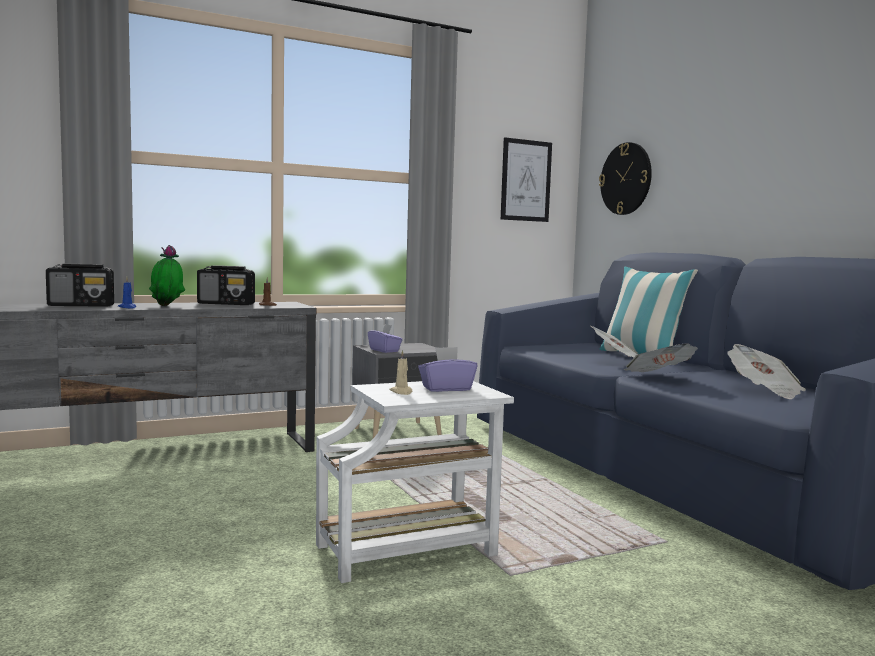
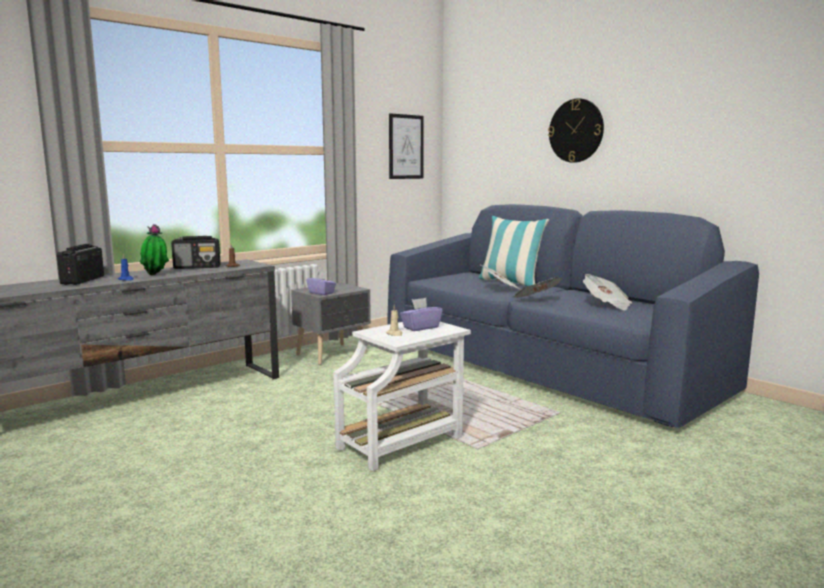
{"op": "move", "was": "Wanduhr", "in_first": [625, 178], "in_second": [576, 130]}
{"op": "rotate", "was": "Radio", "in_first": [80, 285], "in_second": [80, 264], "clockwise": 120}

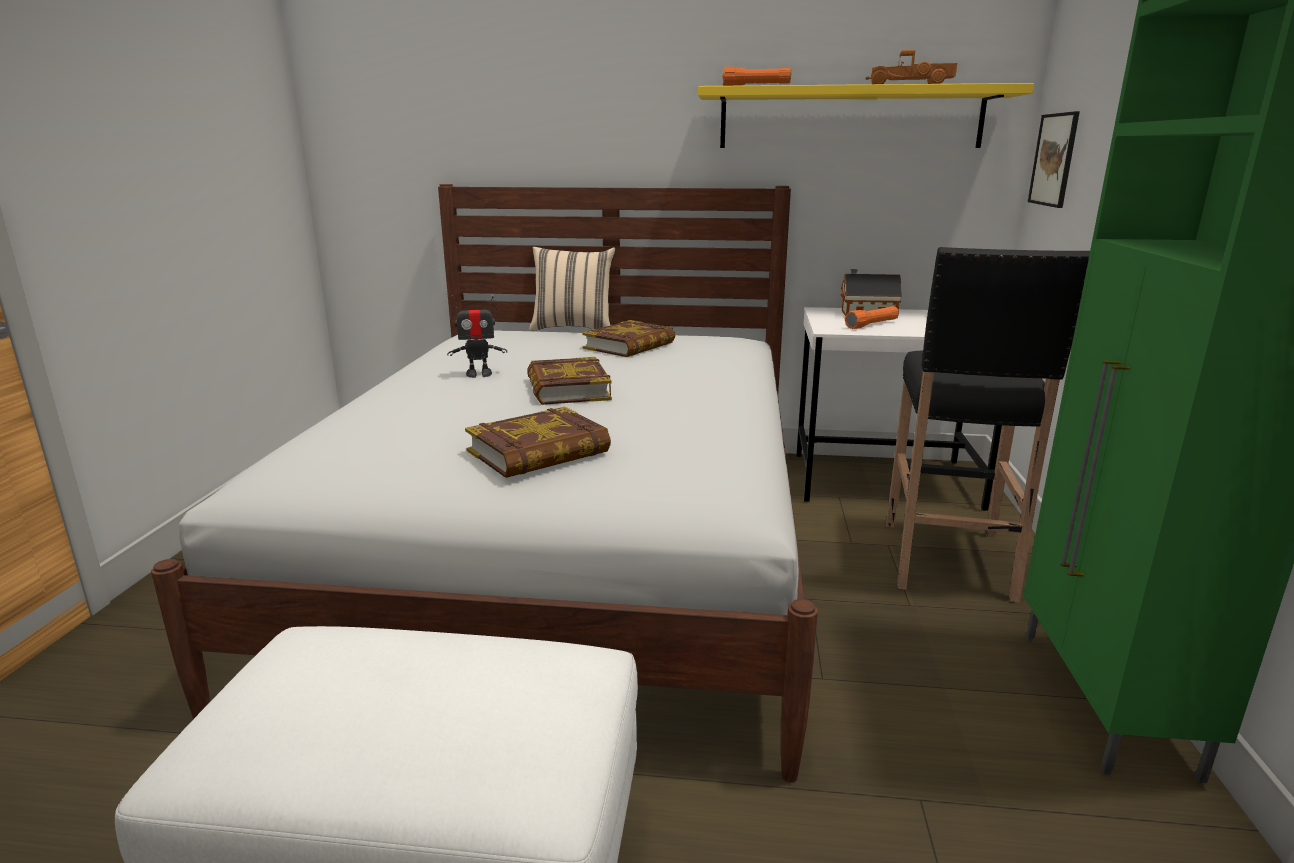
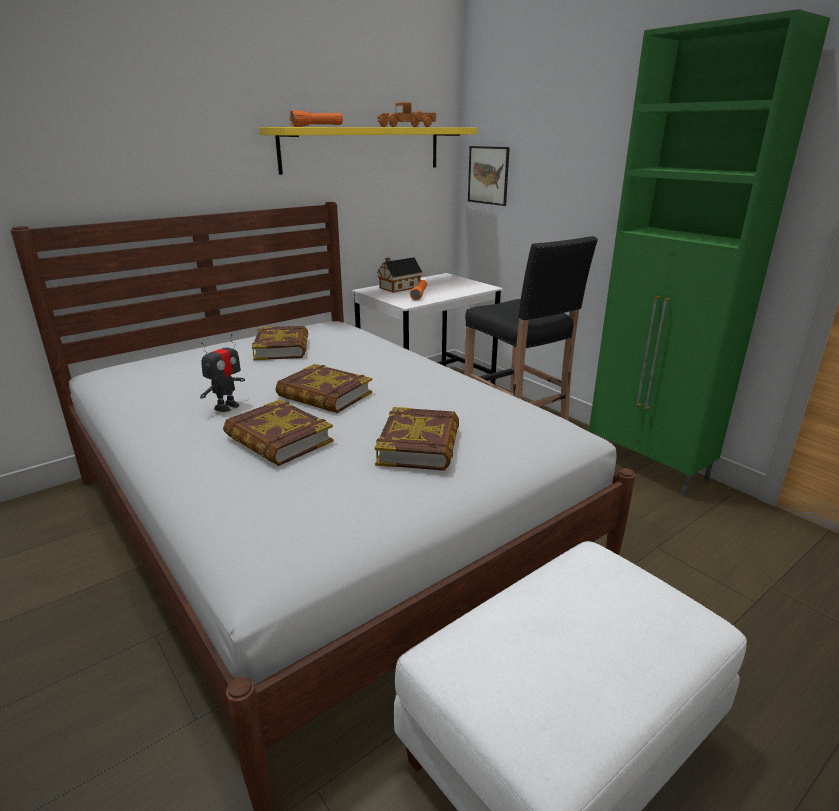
{"op": "delete", "was": "Kissen (beige)", "in_first": [572, 289]}
{"op": "insert", "now": "Buch", "in_second": [278, 432]}

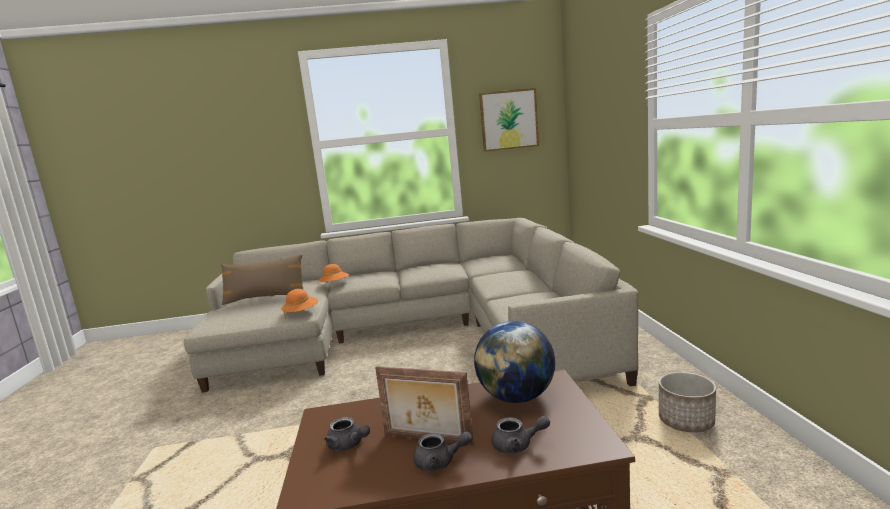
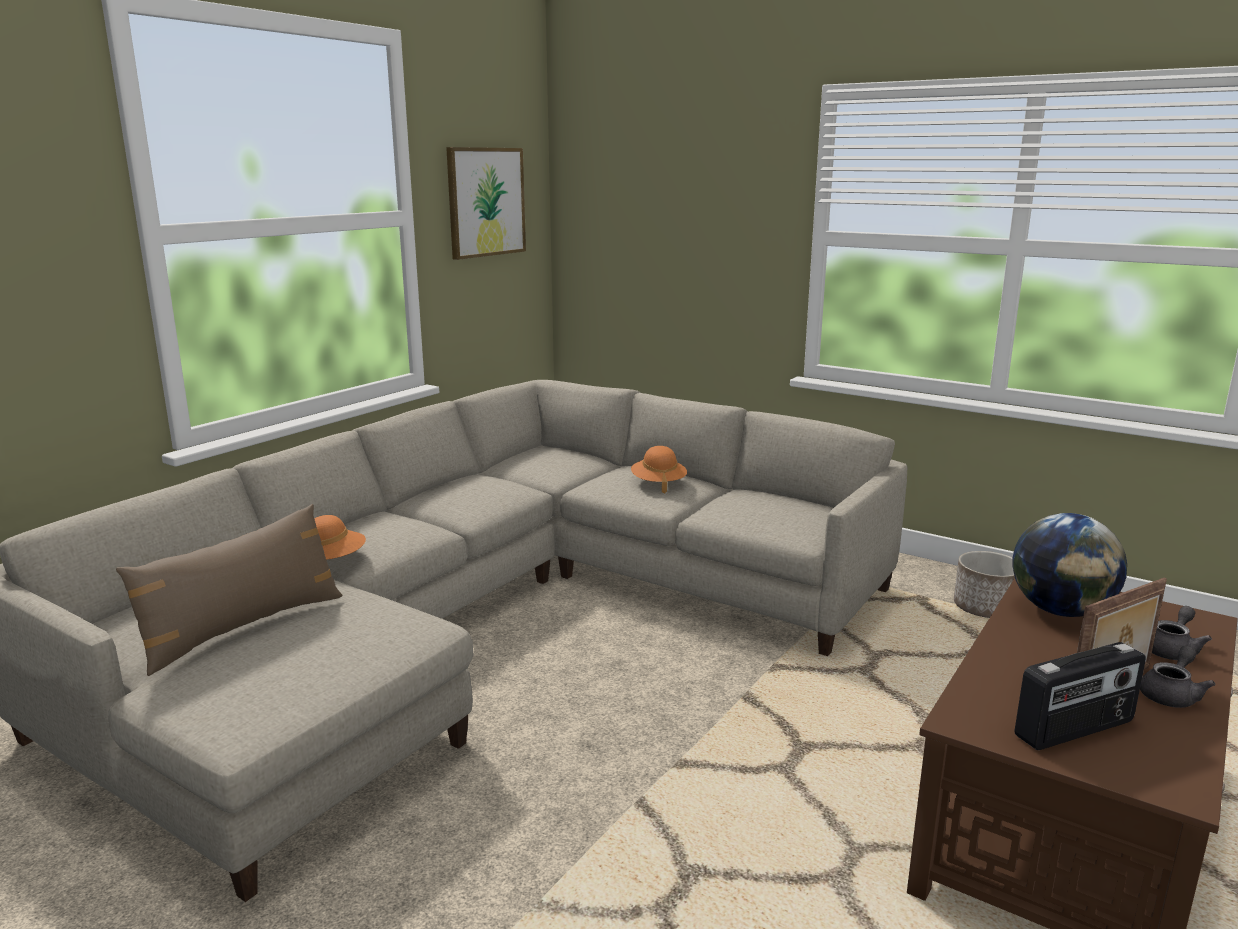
{"op": "move", "was": "Hut (orange)", "in_first": [299, 304], "in_second": [659, 469]}
{"op": "replace", "was": "Teekanne (grau)", "now": "Radio", "in_first": [347, 434], "in_second": [1080, 696]}

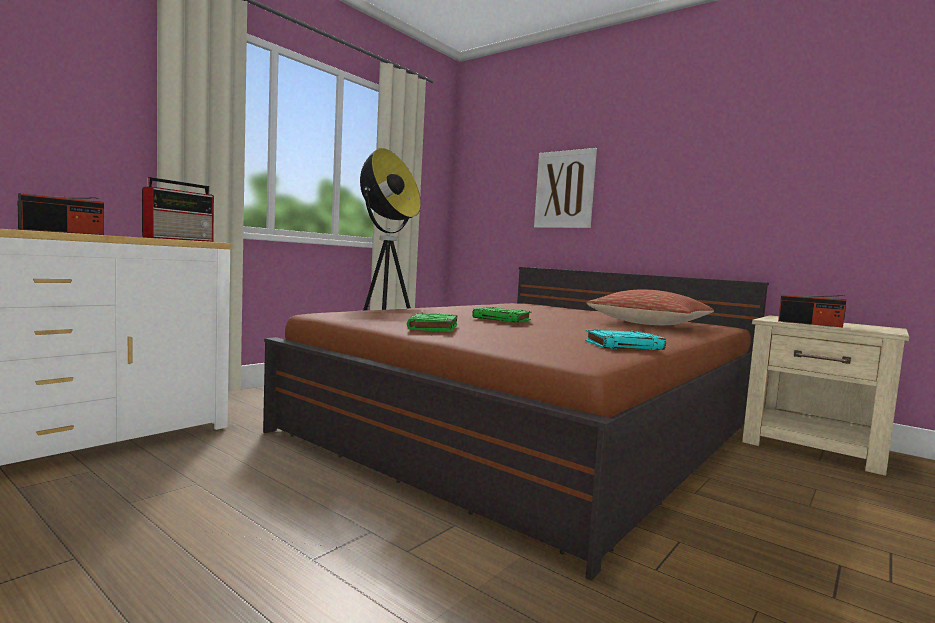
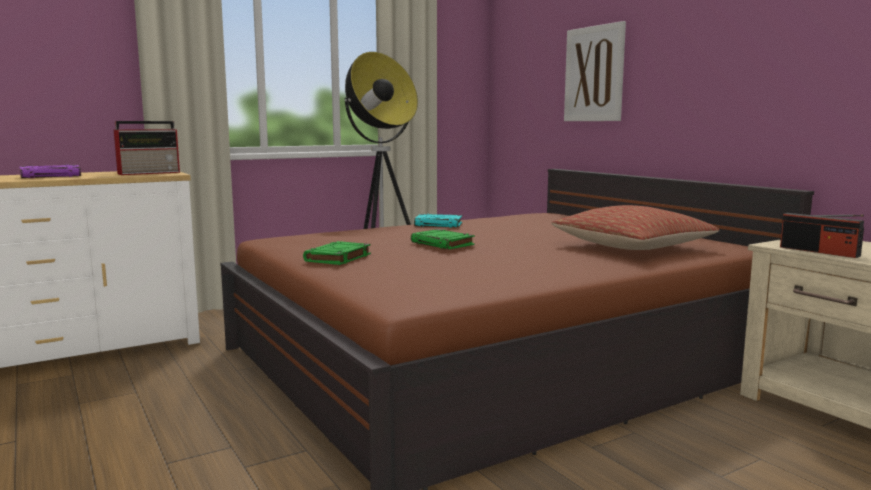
{"op": "move", "was": "Buch (türkis)", "in_first": [625, 339], "in_second": [438, 220]}
{"op": "replace", "was": "Radio", "now": "Buch (lila)", "in_first": [61, 214], "in_second": [50, 171]}

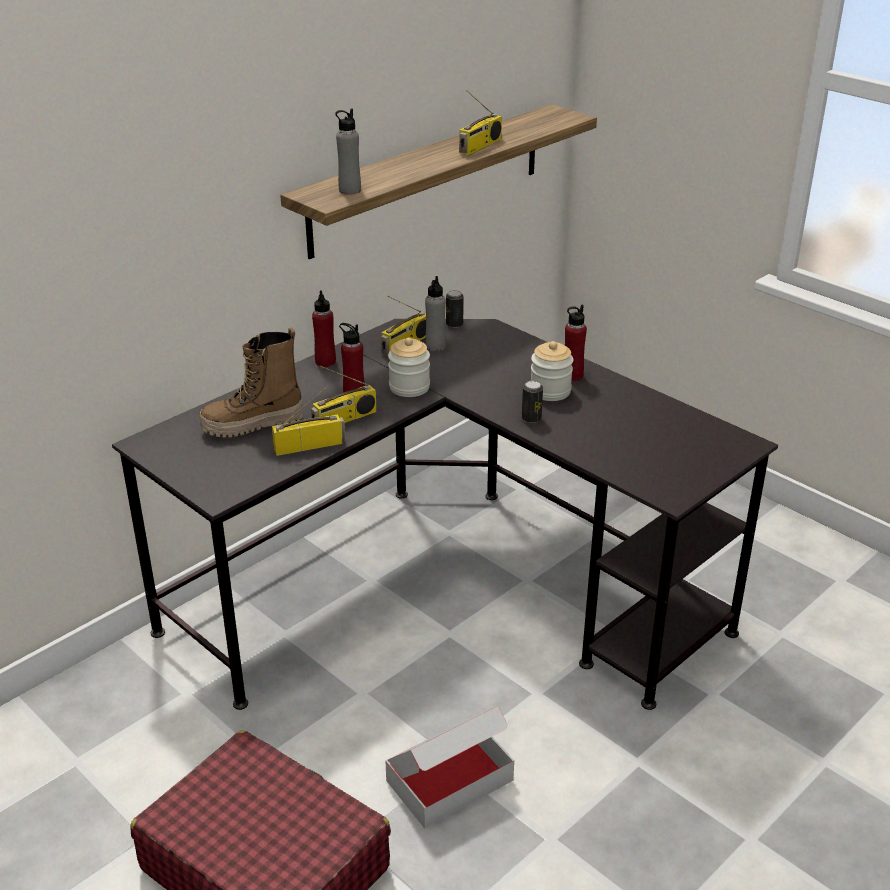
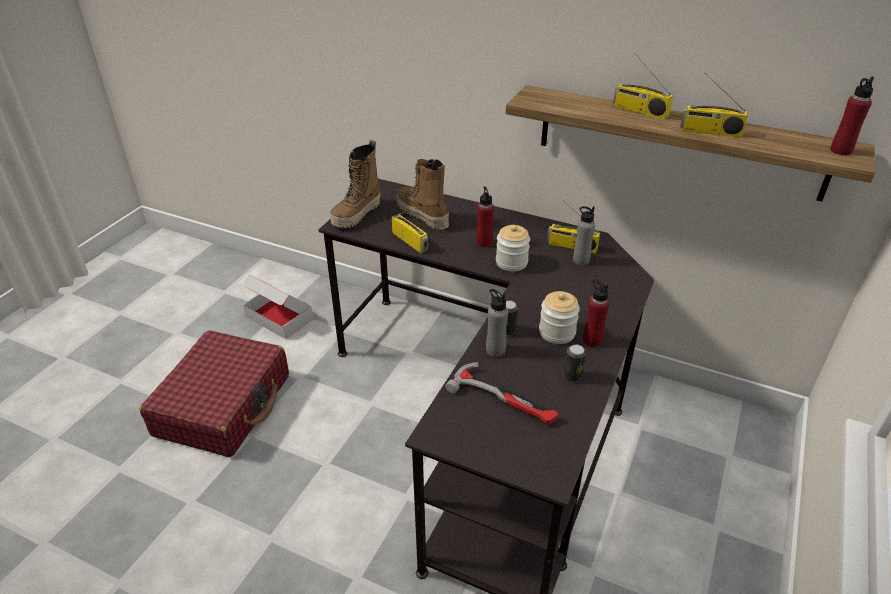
{"op": "insert", "now": "Stiefel", "in_second": [355, 184]}
{"op": "insert", "now": "Hammer", "in_second": [502, 393]}
{"op": "move", "was": "Radio", "in_first": [344, 394], "in_second": [643, 86]}
{"op": "move", "was": "Flasche (rot)", "in_first": [324, 328], "in_second": [852, 115]}
{"op": "move", "was": "Flasche (grau)", "in_first": [348, 151], "in_second": [497, 323]}
{"op": "move", "was": "Karton", "in_first": [450, 767], "in_second": [278, 306]}
{"op": "move", "was": "Dose", "in_first": [455, 309], "in_second": [575, 363]}

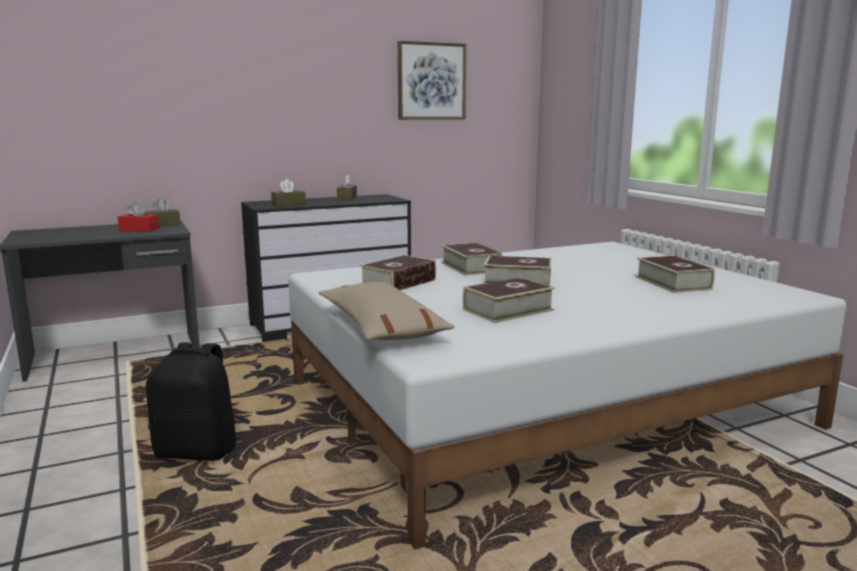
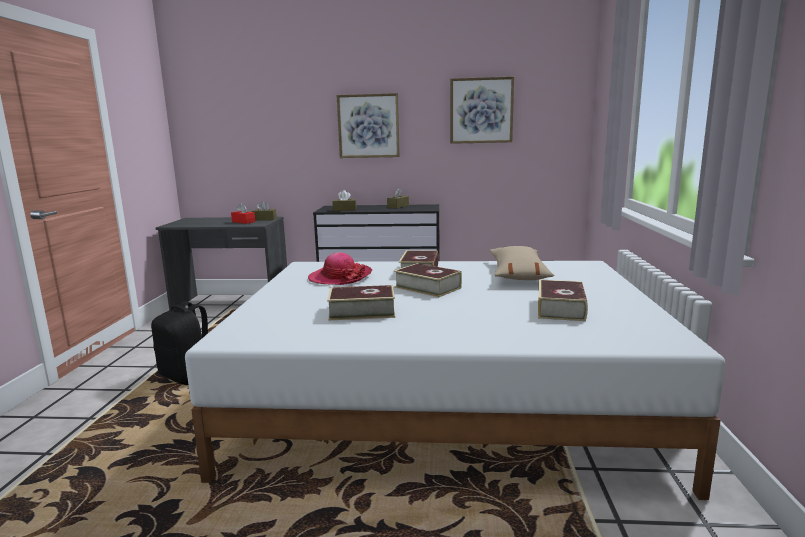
{"op": "insert", "now": "Bild", "in_second": [368, 125]}
{"op": "move", "was": "Kissen (beige)", "in_first": [387, 311], "in_second": [522, 263]}
{"op": "replace", "was": "Buch", "now": "Hut", "in_first": [397, 272], "in_second": [340, 268]}

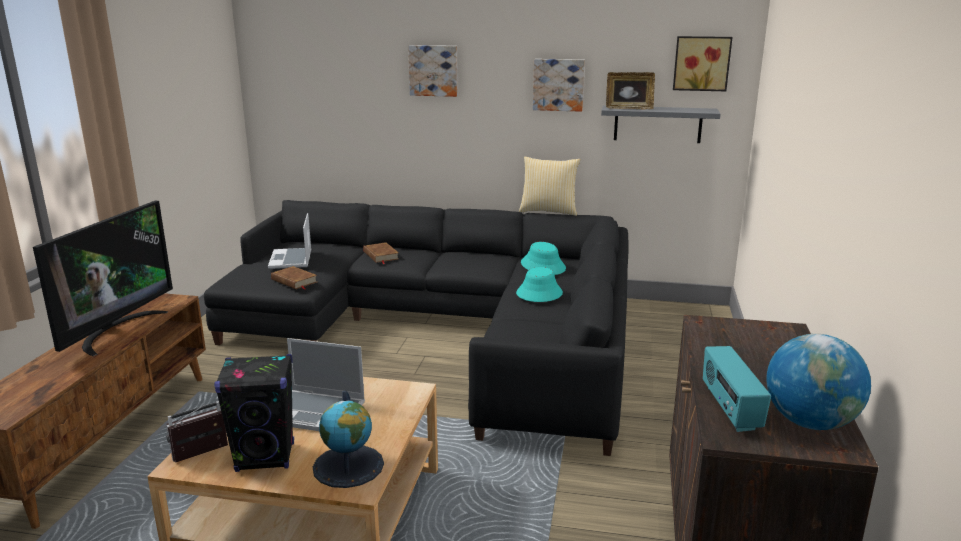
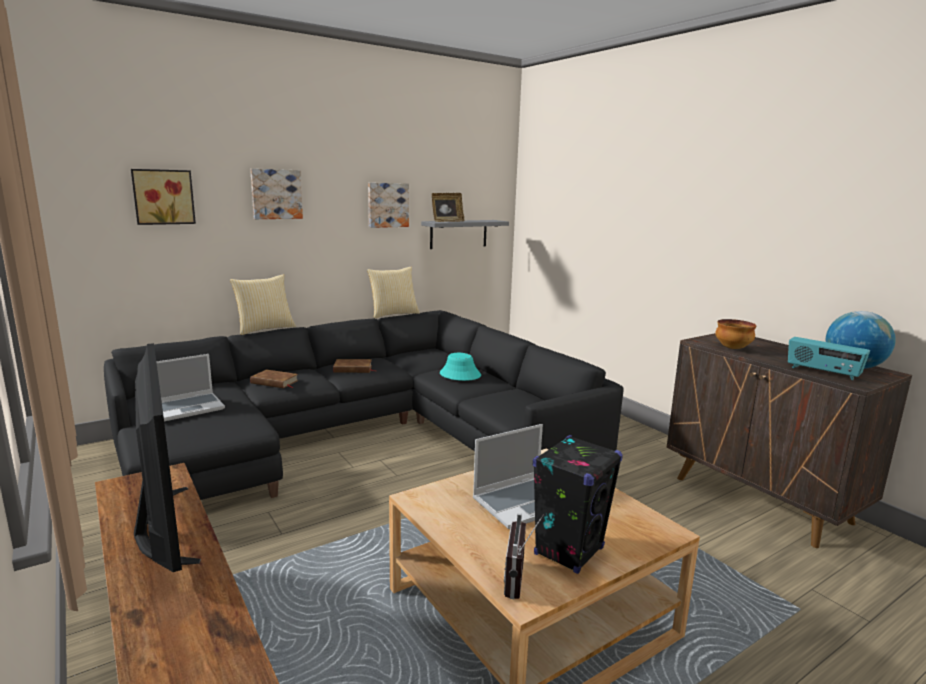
{"op": "delete", "was": "Globus", "in_first": [348, 439]}
{"op": "delete", "was": "Hut (türkis)", "in_first": [543, 258]}
{"op": "insert", "now": "Kissen", "in_second": [263, 304]}
{"op": "insert", "now": "Schüssel", "in_second": [735, 334]}
{"op": "move", "was": "Buch (braun)", "in_first": [294, 278], "in_second": [354, 366]}
{"op": "move", "was": "Bild", "in_first": [702, 63], "in_second": [163, 197]}
{"op": "rotate", "was": "Laptop", "in_first": [289, 241], "in_second": [190, 387], "clockwise": -75}

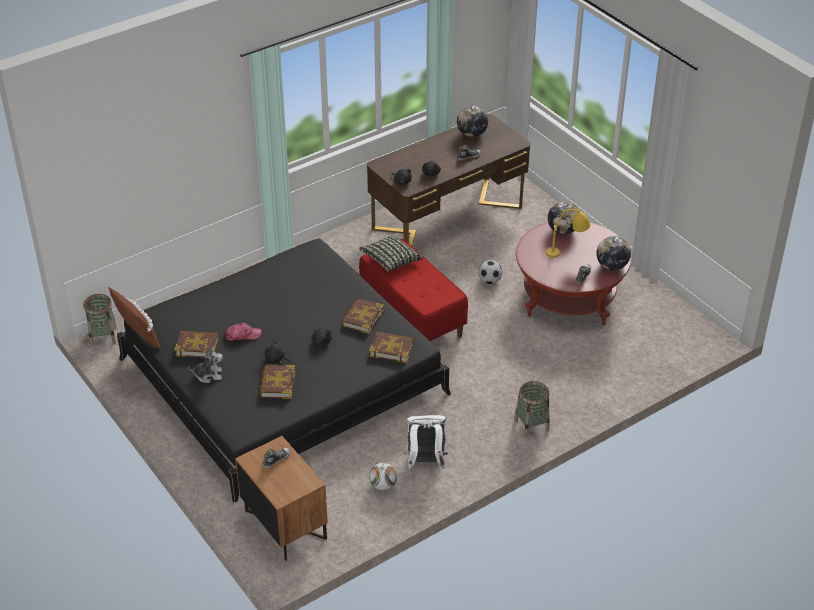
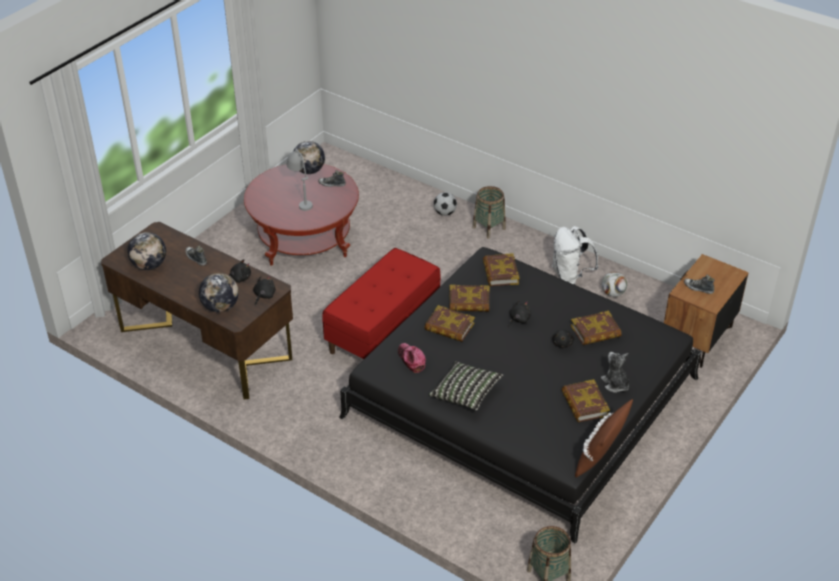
{"op": "insert", "now": "Buch", "in_second": [450, 323]}
{"op": "move", "was": "Kappe", "in_first": [243, 331], "in_second": [412, 358]}
{"op": "move", "was": "Kissen", "in_first": [391, 253], "in_second": [466, 385]}
{"op": "move", "was": "Fußball", "in_first": [490, 272], "in_second": [445, 204]}
{"op": "move", "was": "Globus", "in_first": [563, 218], "in_second": [219, 292]}
{"op": "recolor", "was": "Tischlampe (gelb)", "now": "Tischlampe (grau)", "in_first": [568, 233], "in_second": [299, 179]}

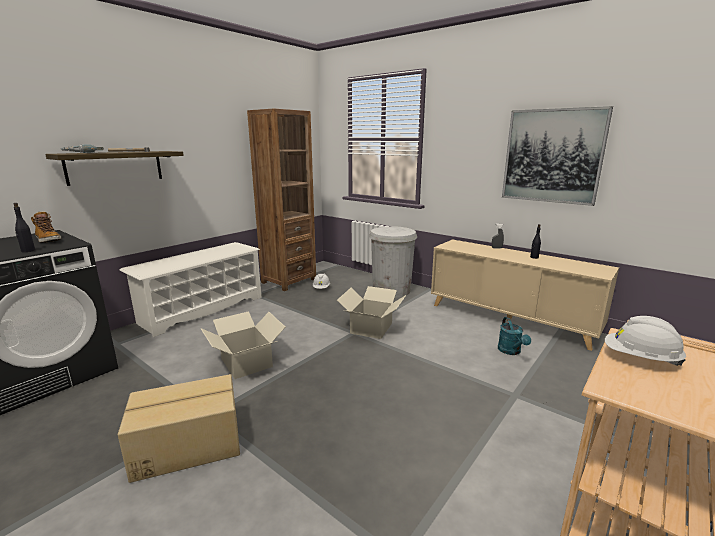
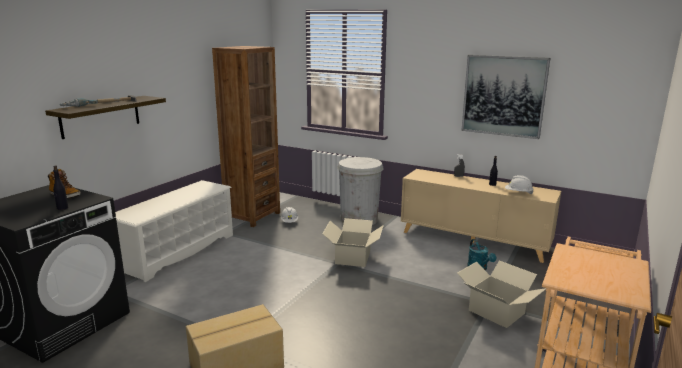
{"op": "move", "was": "Karton", "in_first": [242, 345], "in_second": [502, 294]}
{"op": "move", "was": "Schutzhelm (weiß)", "in_first": [645, 341], "in_second": [519, 184]}

